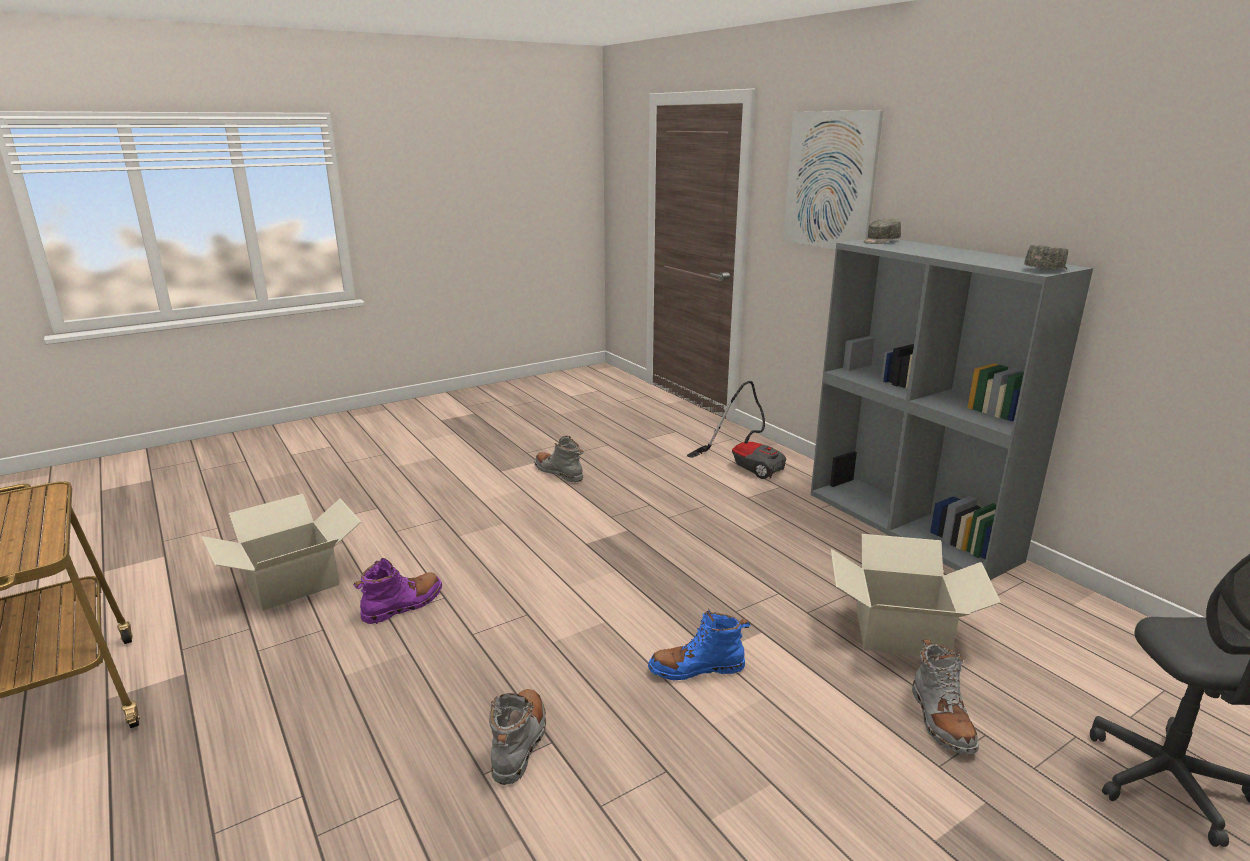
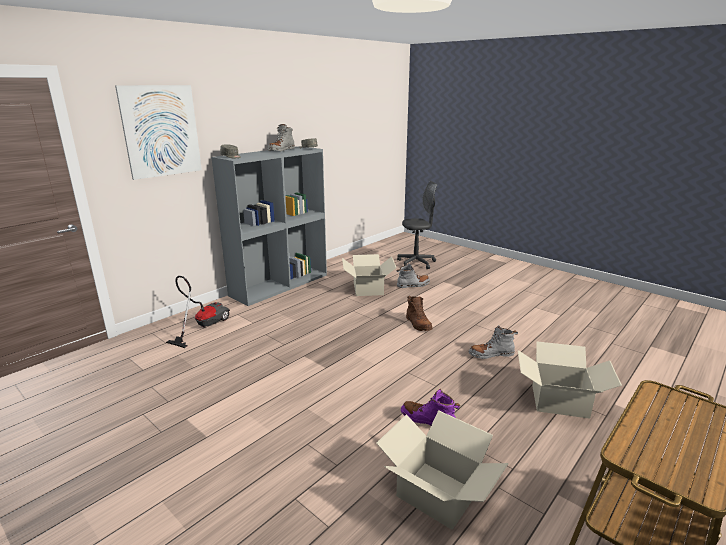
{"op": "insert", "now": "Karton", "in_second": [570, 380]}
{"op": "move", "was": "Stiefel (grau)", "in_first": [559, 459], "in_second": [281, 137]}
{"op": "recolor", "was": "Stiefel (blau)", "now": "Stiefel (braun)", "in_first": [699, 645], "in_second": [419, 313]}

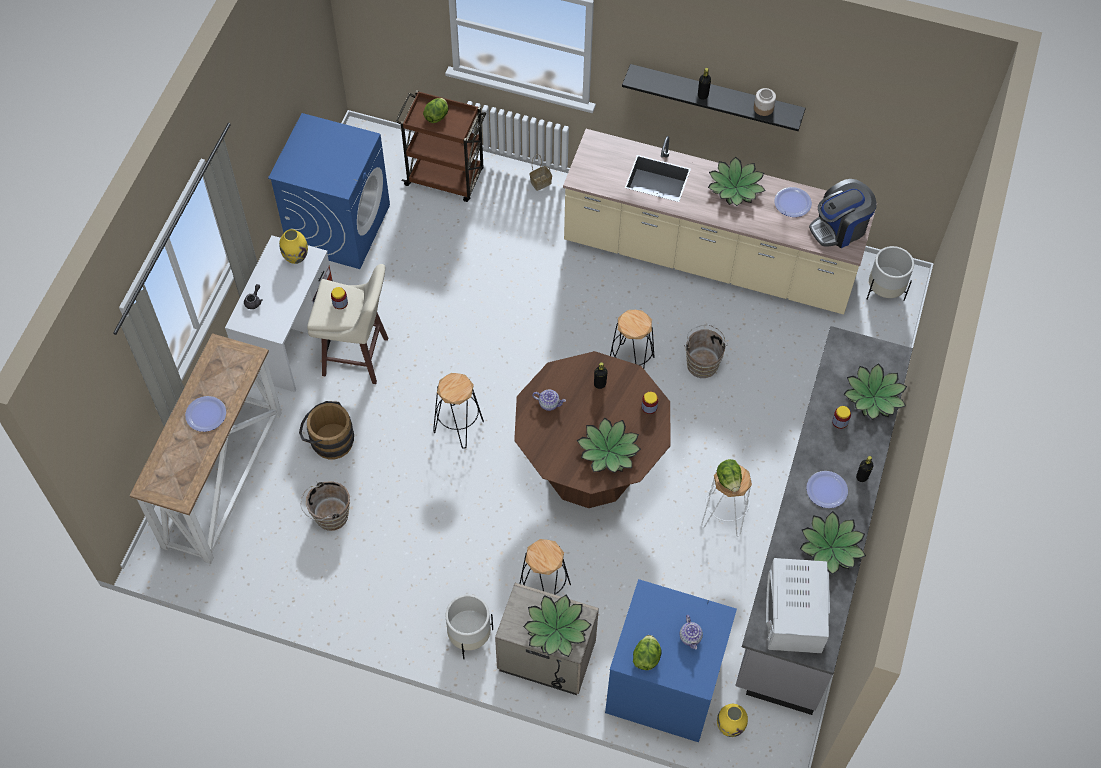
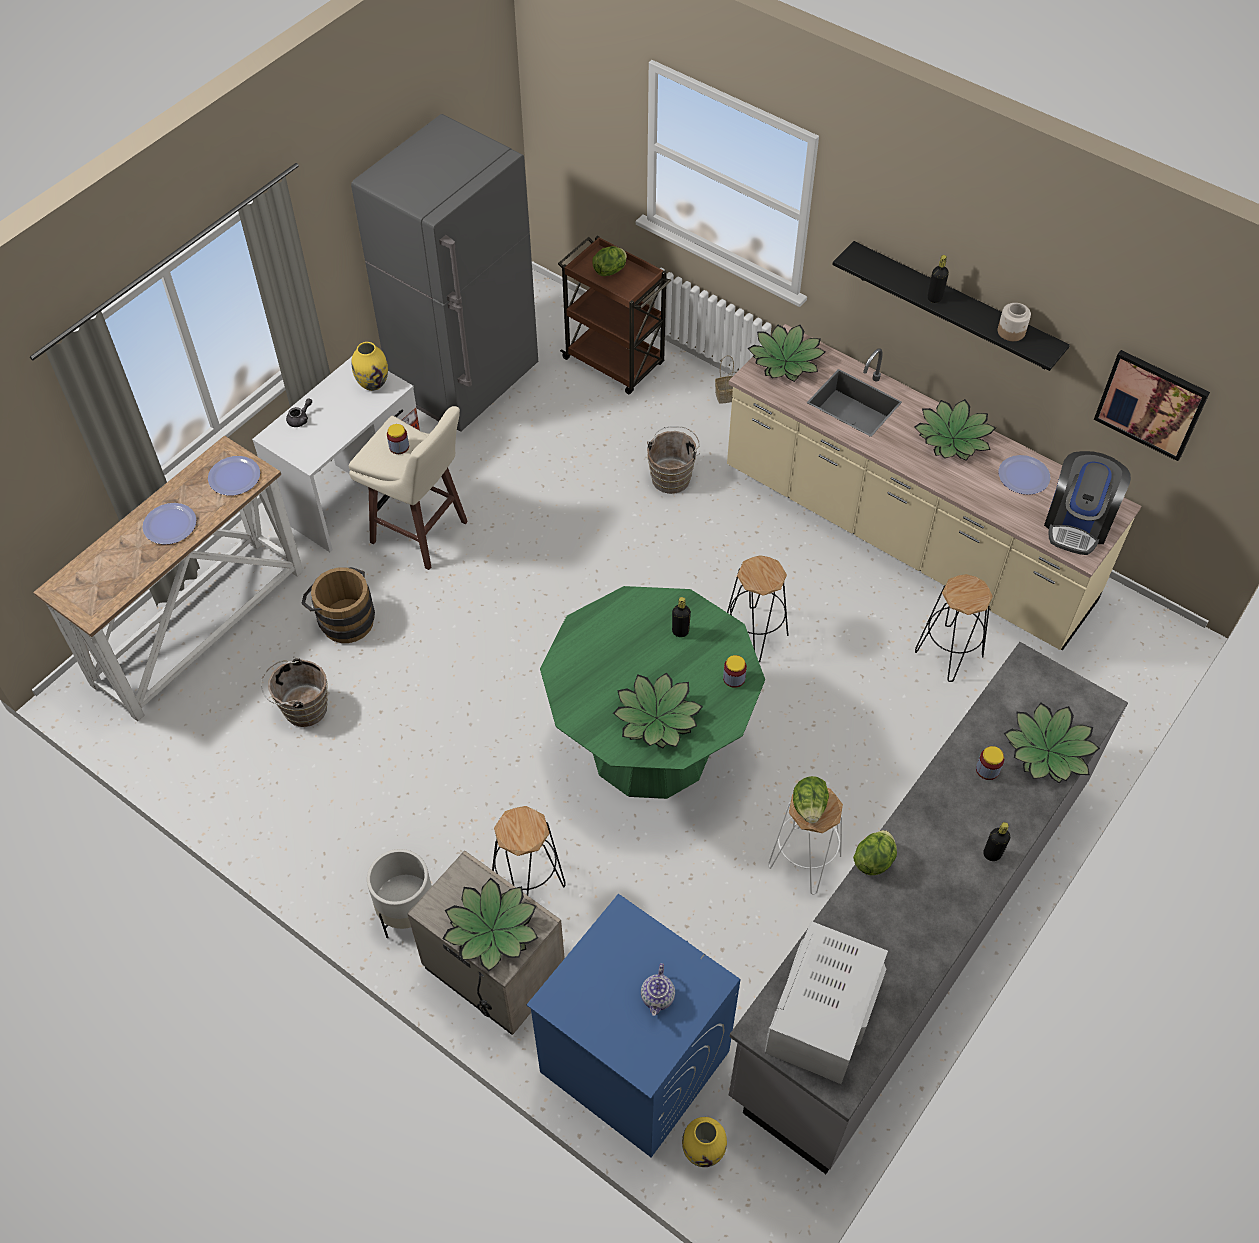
{"op": "delete", "was": "Teekanne", "in_first": [549, 400]}
{"op": "delete", "was": "Pflanzkübel (weiß)", "in_first": [890, 273]}
{"op": "insert", "now": "Bild", "in_second": [1152, 405]}
{"op": "move", "was": "Hocker (schwarz)", "in_first": [458, 411], "in_second": [954, 628]}
{"op": "move", "was": "Salatkopf", "in_first": [647, 652], "in_second": [875, 853]}
{"op": "move", "was": "Eimer (braun)", "in_first": [706, 351], "in_second": [673, 460]}
{"op": "move", "was": "Topfpflanze", "in_first": [833, 543], "in_second": [786, 353]}
{"op": "move", "was": "Teller", "in_first": [827, 489], "in_second": [234, 476]}
{"op": "replace", "was": "Waschmaschine (blau)", "now": "Kühlschrank (grau)", "in_first": [329, 191], "in_second": [444, 273]}
{"op": "recolor", "was": "Esstisch (braun)", "now": "Esstisch (grün)", "in_first": [592, 429], "in_second": [652, 692]}
{"op": "rotate", "was": "Kaffeemaschine", "in_first": [842, 213], "in_second": [1087, 503], "clockwise": -60}

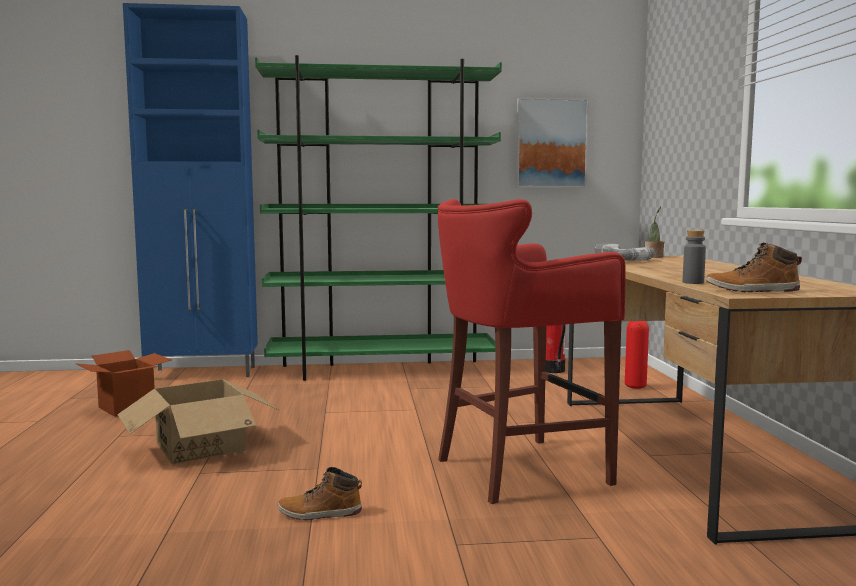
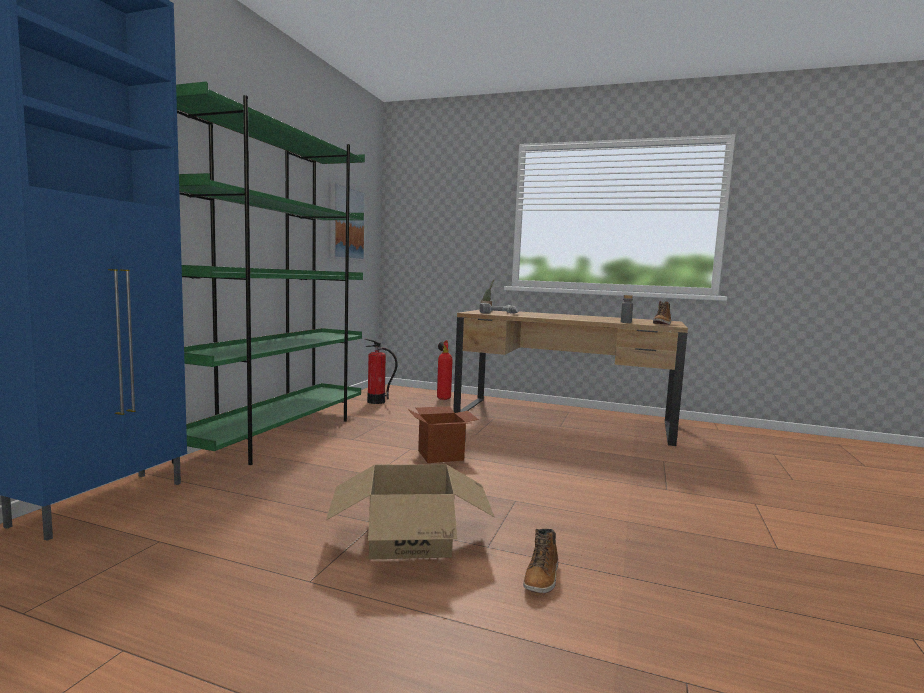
{"op": "delete", "was": "Hocker (rot)", "in_first": [531, 351]}
{"op": "move", "was": "Karton", "in_first": [124, 383], "in_second": [443, 434]}
{"op": "move", "was": "Stiefel", "in_first": [320, 493], "in_second": [540, 561]}

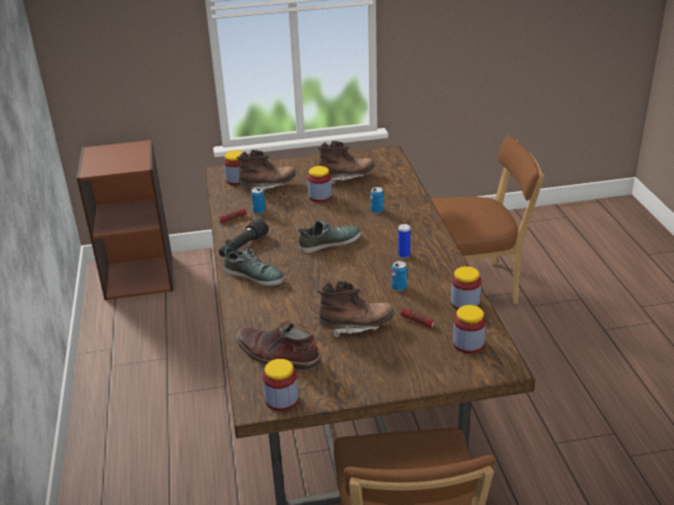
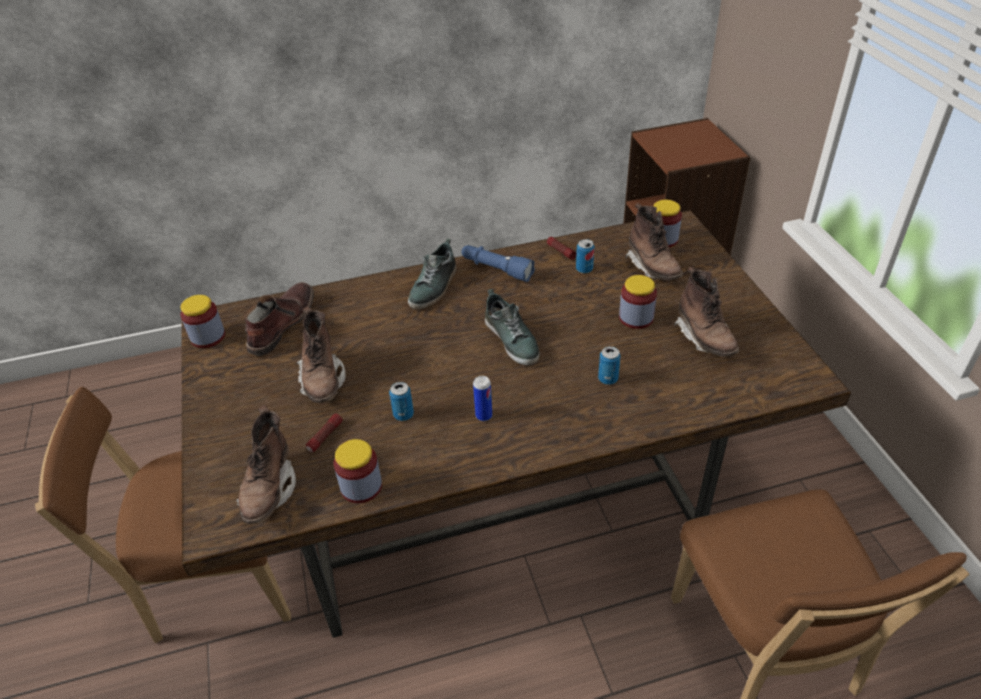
{"op": "replace", "was": "Vorratsglas", "now": "Stiefel (braun)", "in_first": [469, 329], "in_second": [266, 464]}
{"op": "recolor", "was": "Taschenlampe (schwarz)", "now": "Taschenlampe (blau)", "in_first": [244, 237], "in_second": [498, 263]}

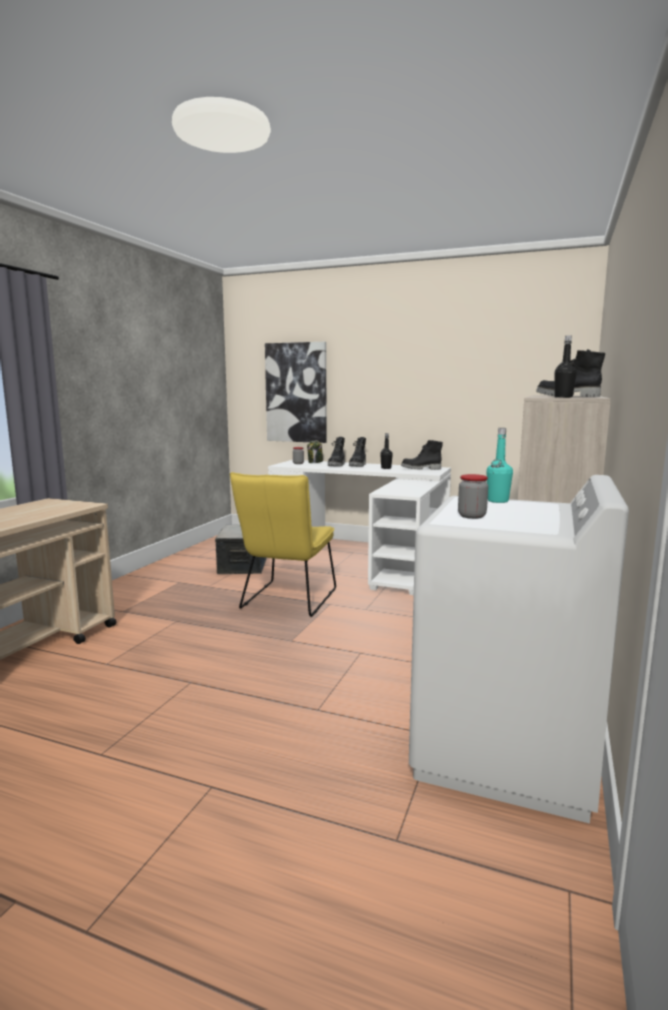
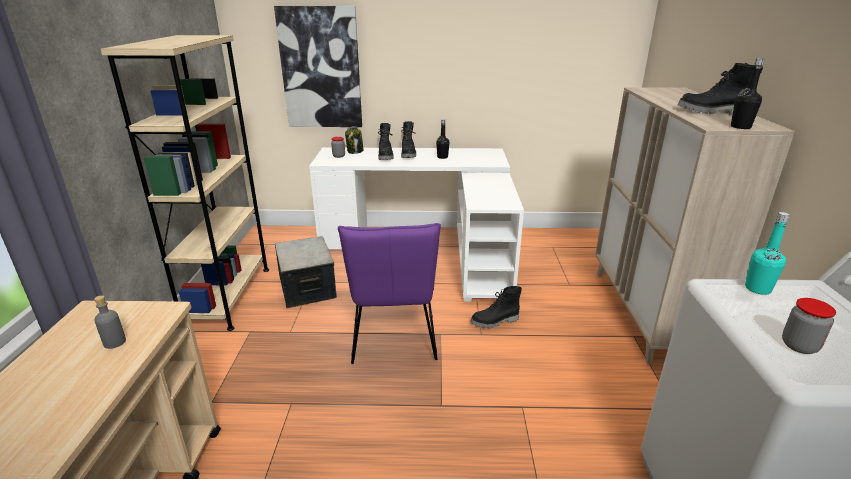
{"op": "insert", "now": "Flasche (grau)", "in_second": [110, 322]}
{"op": "insert", "now": "Bücherregal (beige)", "in_second": [185, 183]}
{"op": "move", "was": "Stiefel (schwarz)", "in_first": [422, 455], "in_second": [496, 307]}
{"op": "recolor", "was": "Stuhl (gelb)", "now": "Stuhl (lila)", "in_first": [283, 544], "in_second": [389, 293]}

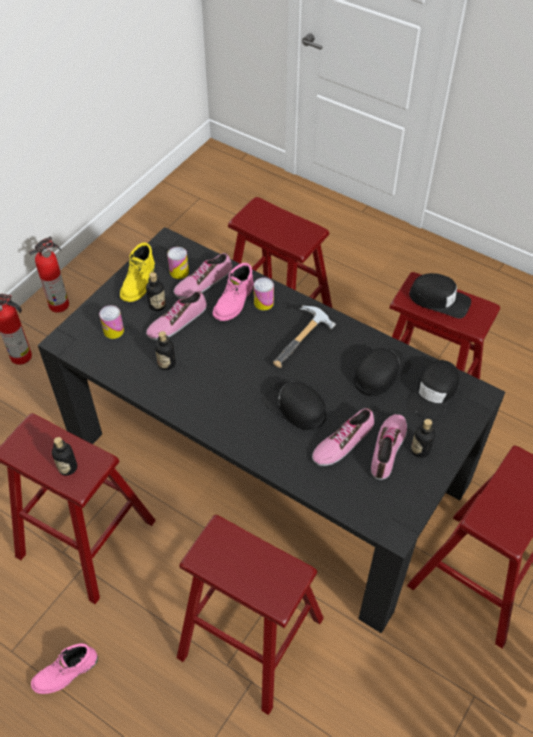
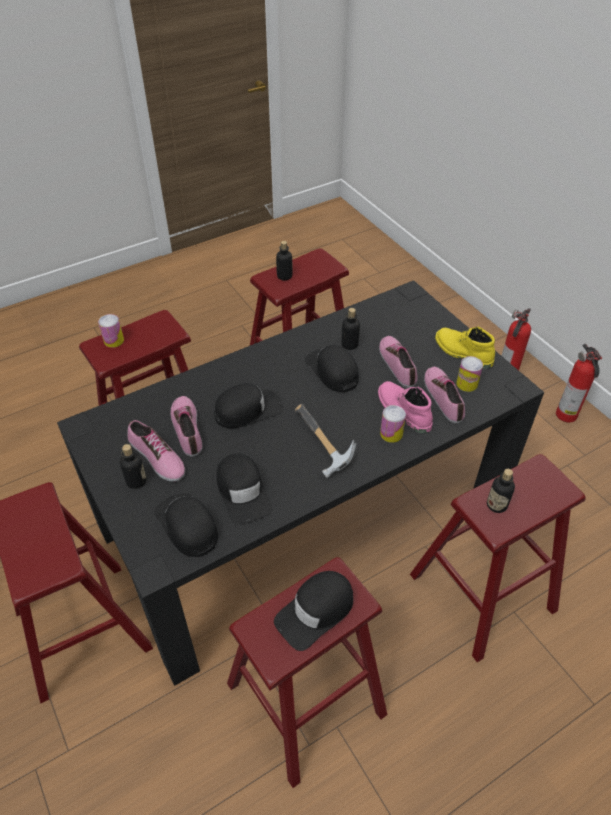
{"op": "delete", "was": "Stiefel (rosa)", "in_first": [64, 668]}
{"op": "insert", "now": "Kappe (schwarz)", "in_second": [332, 368]}
{"op": "move", "was": "Dose", "in_first": [111, 322], "in_second": [111, 331]}
{"op": "move", "was": "Flasche", "in_first": [156, 291], "in_second": [501, 491]}

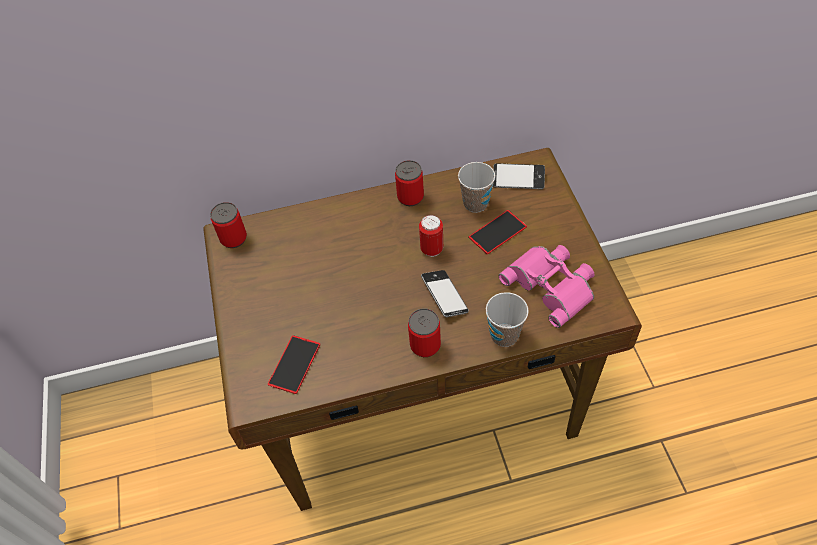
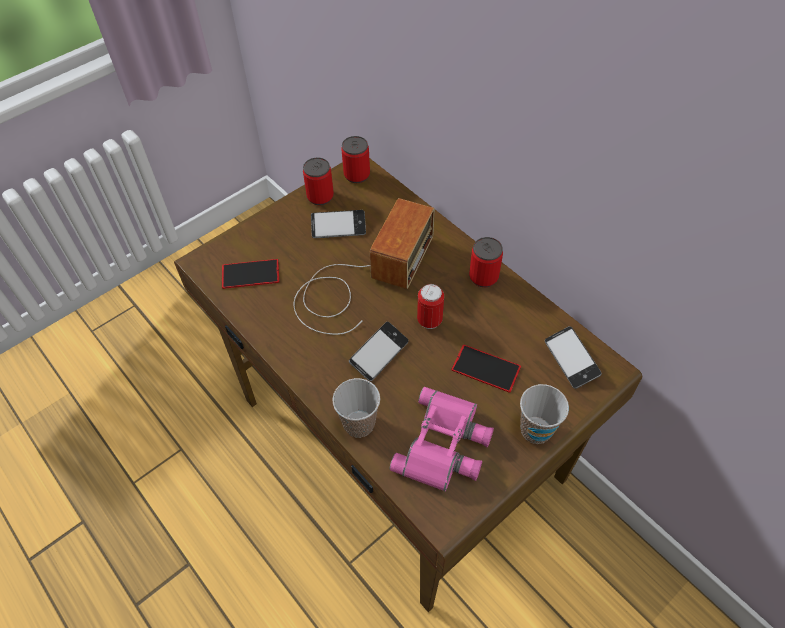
{"op": "insert", "now": "Radio", "in_second": [364, 266]}
{"op": "insert", "now": "Handy", "in_second": [338, 224]}
{"op": "move", "was": "Dose", "in_first": [424, 332], "in_second": [318, 181]}
{"op": "move", "was": "Tasse", "in_first": [476, 187], "in_second": [544, 414]}

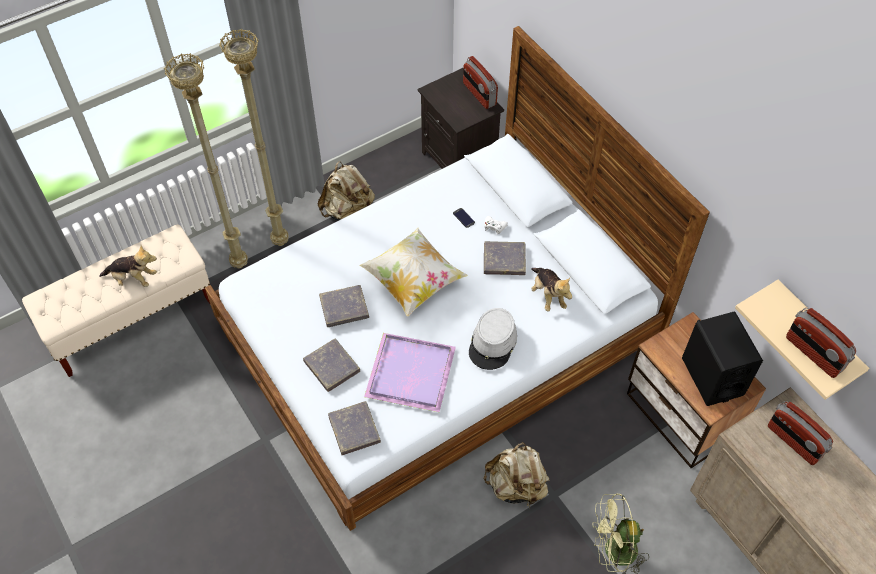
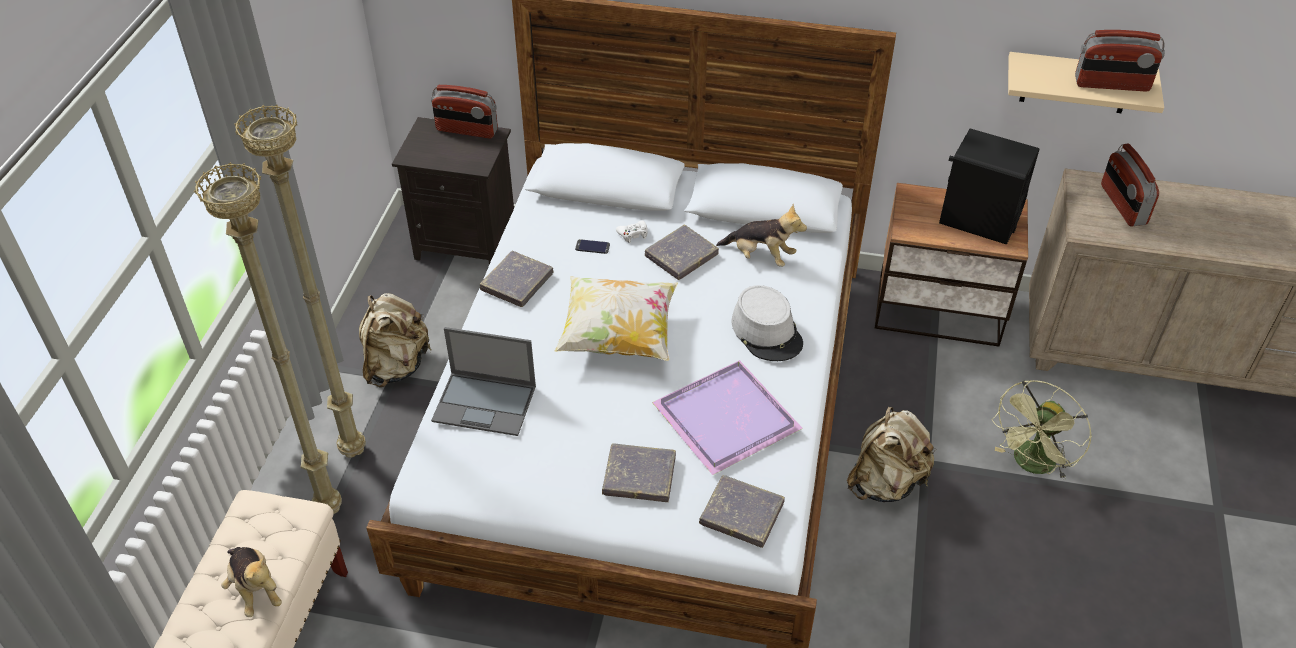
{"op": "insert", "now": "Laptop", "in_second": [483, 381]}
{"op": "move", "was": "Buch (grau)", "in_first": [344, 306], "in_second": [516, 279]}
{"op": "rotate", "was": "Plüschtier", "in_first": [128, 266], "in_second": [251, 582], "clockwise": 90}
{"op": "rotate", "was": "Radio", "in_first": [800, 433], "in_second": [1130, 185], "clockwise": 75}

